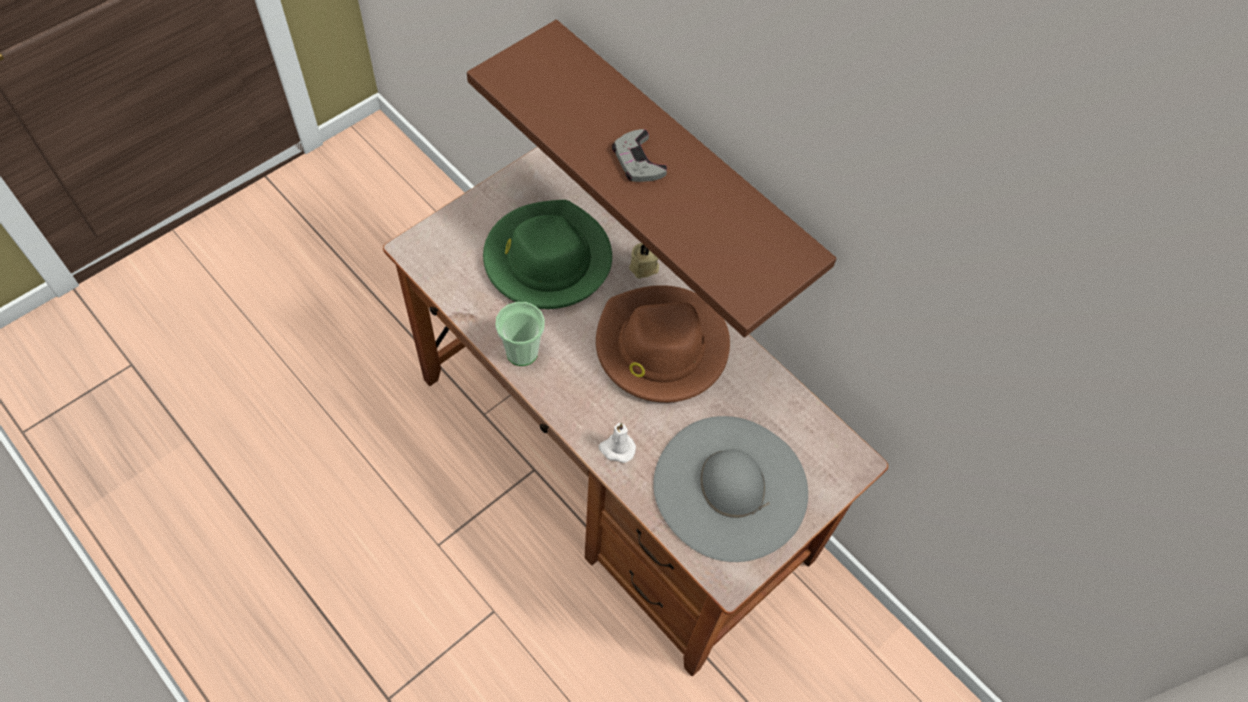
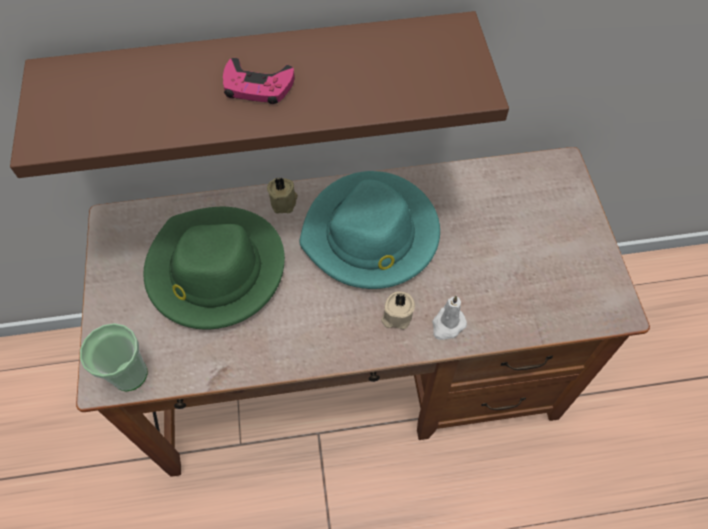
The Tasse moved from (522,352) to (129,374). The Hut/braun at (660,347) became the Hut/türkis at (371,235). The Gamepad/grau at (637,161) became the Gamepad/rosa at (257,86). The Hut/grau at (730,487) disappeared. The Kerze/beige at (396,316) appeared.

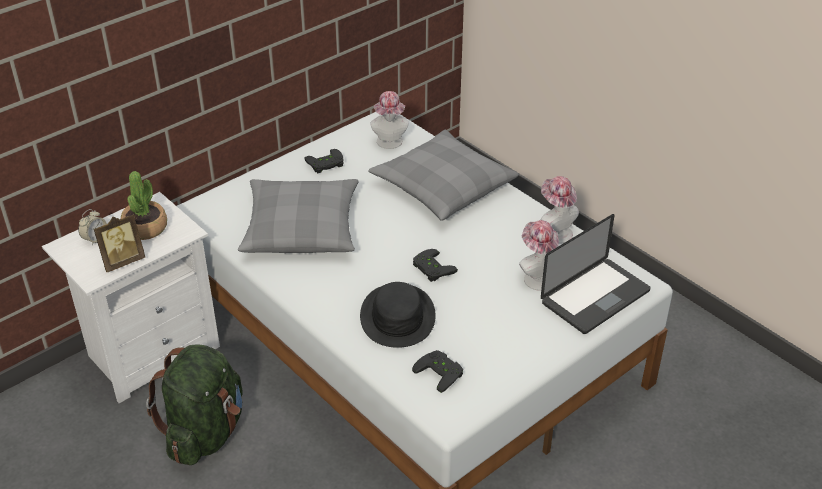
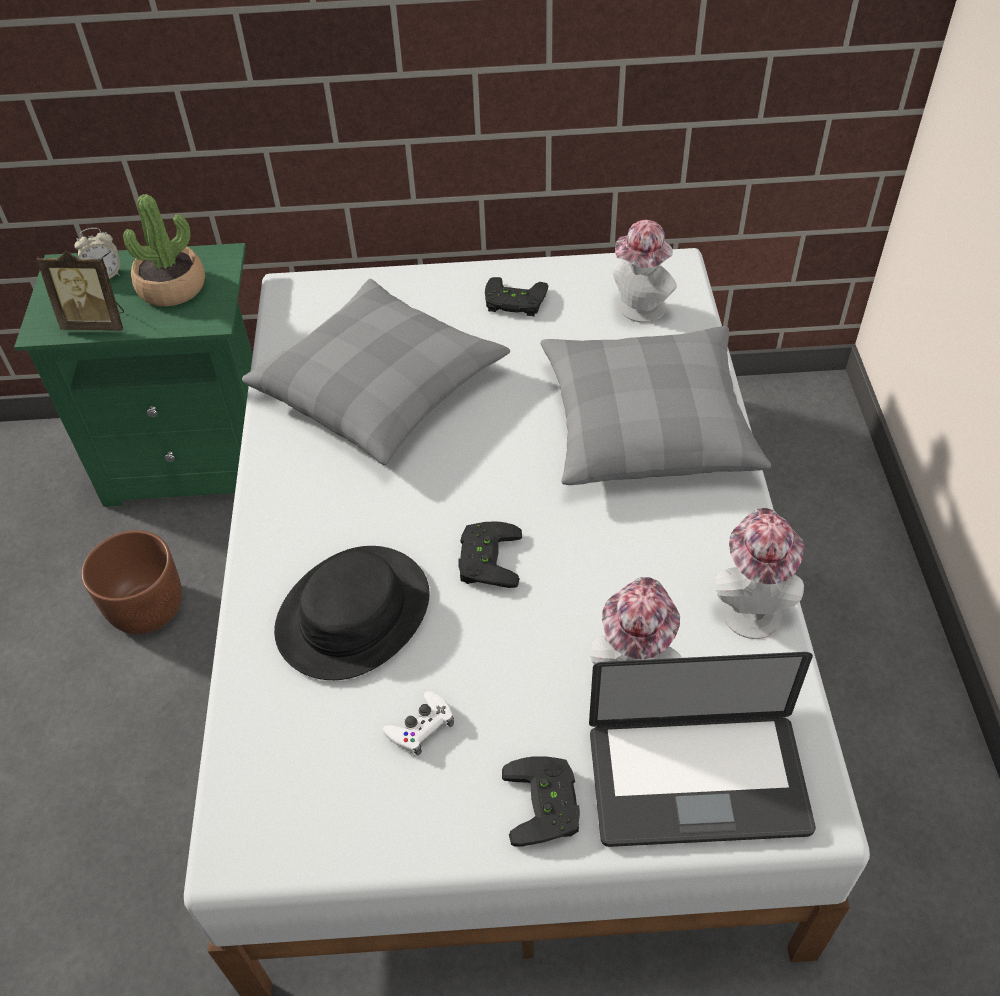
The Nachttisch/weiß at (151,352) became the Nachttisch/grün at (196,458). The Rucksack/grün at (205,432) was replaced by the Pflanzkübel/braun at (147,607). The Gamepad/schwarz moved from (441,372) to (547,804). The Gamepad/weiß at (421,727) appeared.

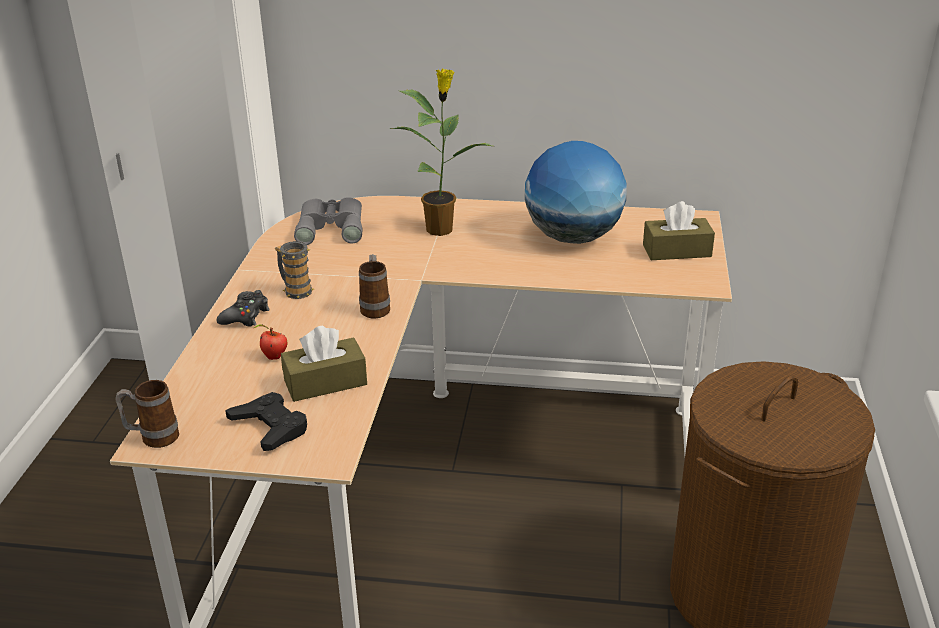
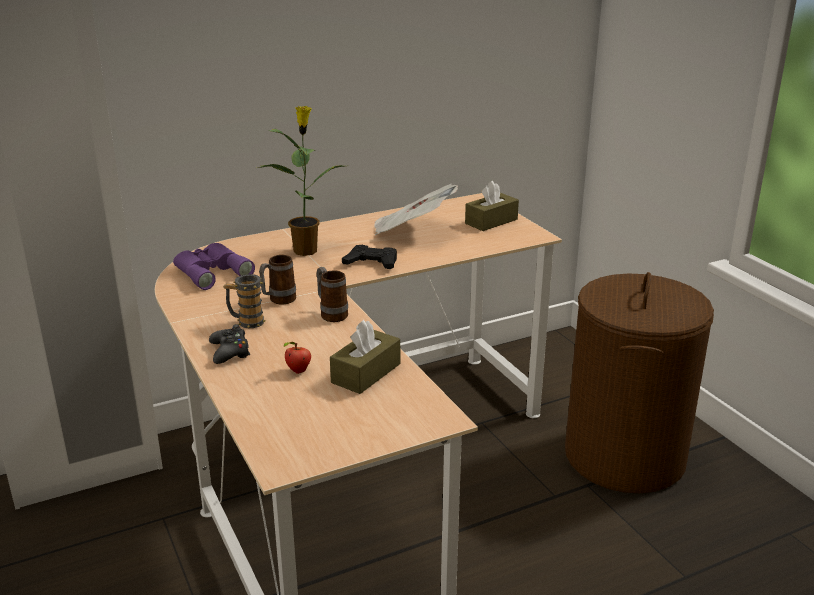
The Henkelbecher moved from (153,438) to (278,301). The Gamepad/schwarz moved from (270,427) to (371,263). The Fernglas/grau at (331,226) became the Fernglas/lila at (211,271). The Globus at (573,238) was replaced by the Zeitung at (412,231).

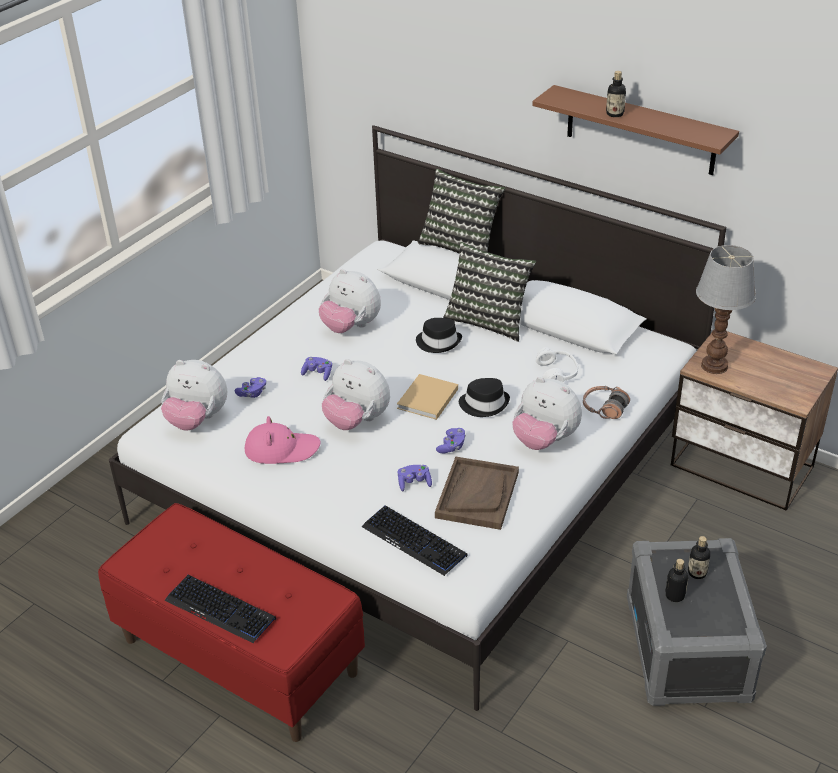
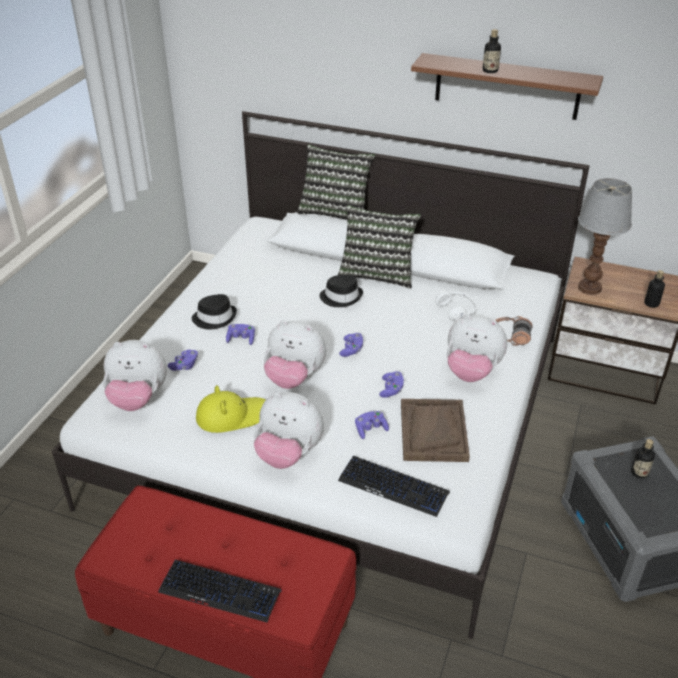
The Hut/rosa at (281,449) became the Hut/gelb at (232,415). The Plüschtier moved from (351,327) to (288,454). The Buch/beige at (427,400) was replaced by the Gamepad/lila at (351,350). The Hut/schwarz moved from (484,404) to (215,318). The Flasche moved from (675,595) to (651,304).

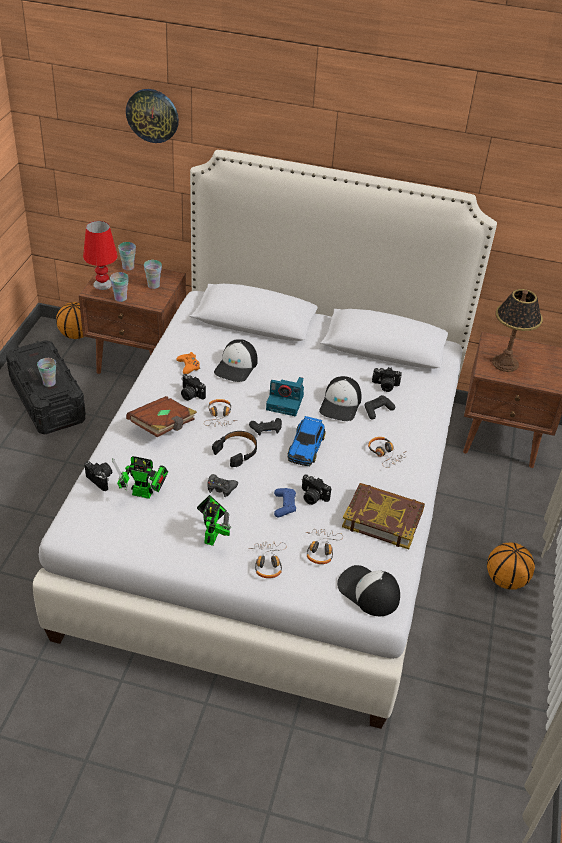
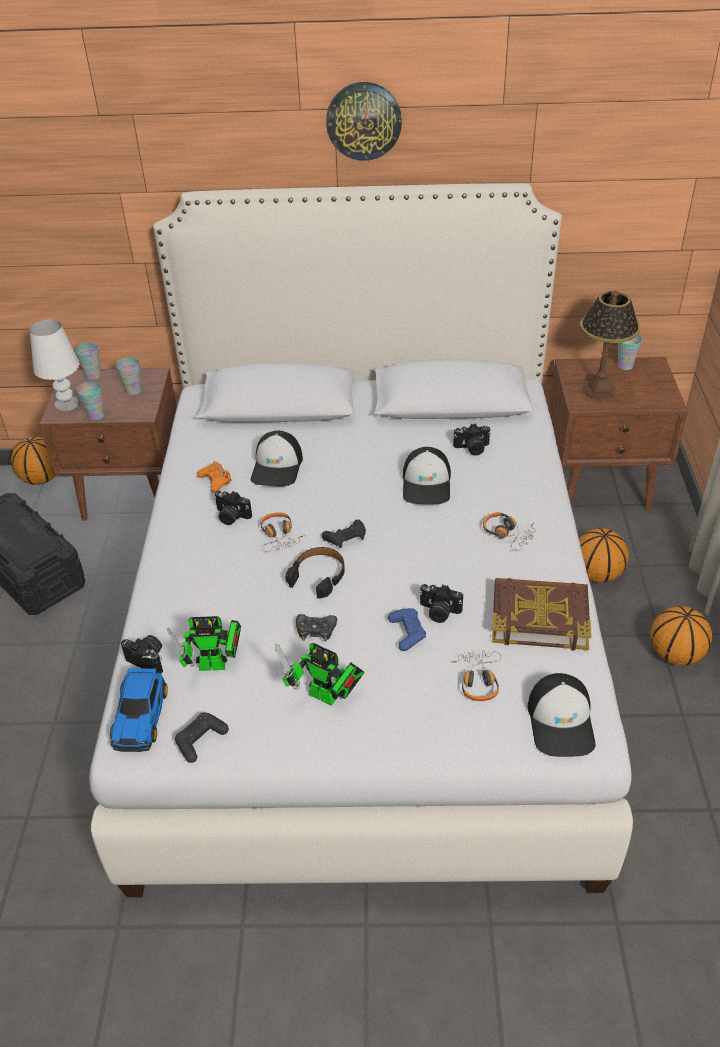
The Tasse moved from (49,383) to (625,366). The Tischlampe/rot at (102,284) became the Tischlampe/weiß at (66,403). The Wanduhr moved from (152,115) to (363,121). The Buch/braun at (163,426) disappeared. The Spielzeugroboter at (212,535) turned 120 degrees clockwise. The Kopfhörer at (268,562) disappeared. The Kamera at (286,402) disappeared. The Spielzeugauto moved from (306,446) to (141,715). The Kappe at (368,592) turned 120 degrees counterclockwise. The Gamepad/schwarz moved from (377,410) to (201,740). The Basketball at (597,574) appeared.

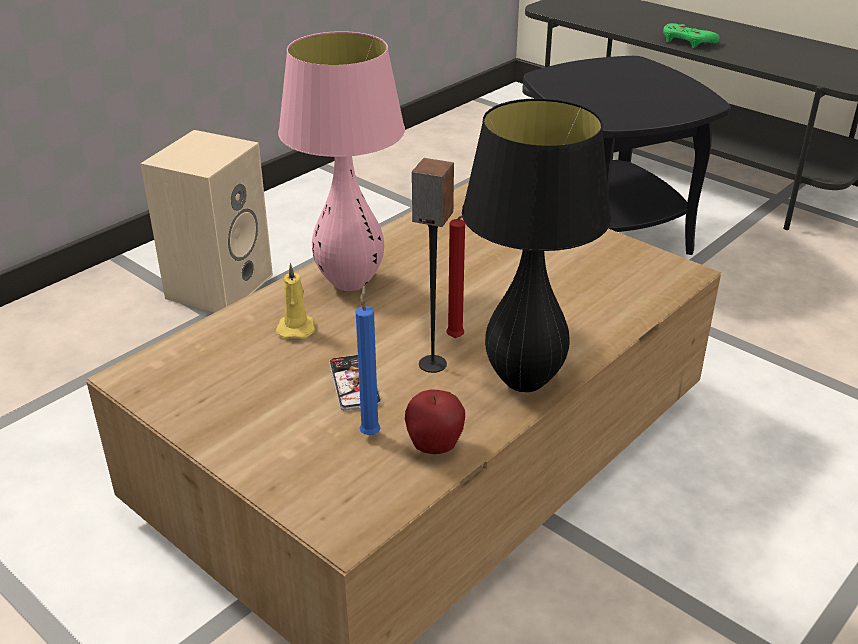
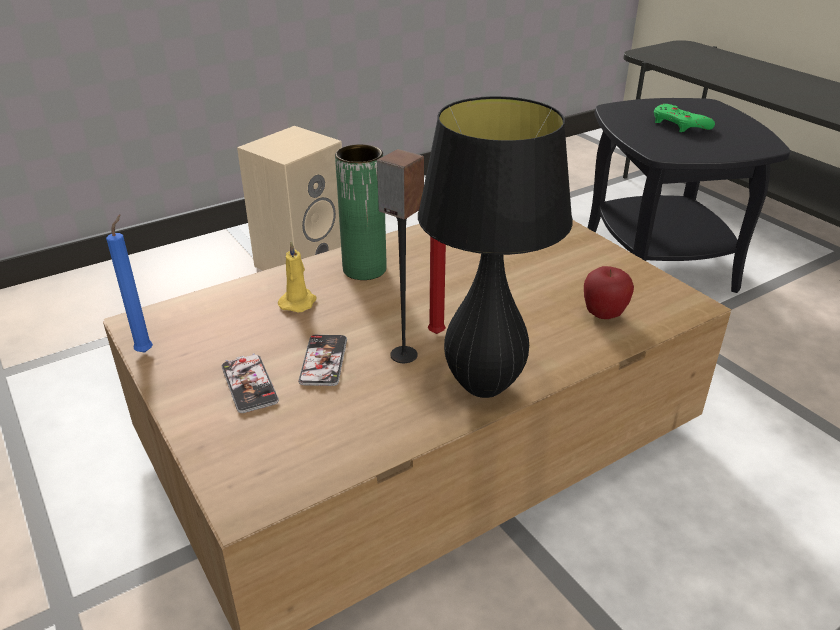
The Tischlampe/rosa at (349,283) was replaced by the Vase/grün at (364,269). The Kerze/blau moved from (370,432) to (146,350). The Apfel moved from (434,447) to (603,315). The Gamepad/grün moved from (687,41) to (679,124). The Handy at (249,384) appeared.

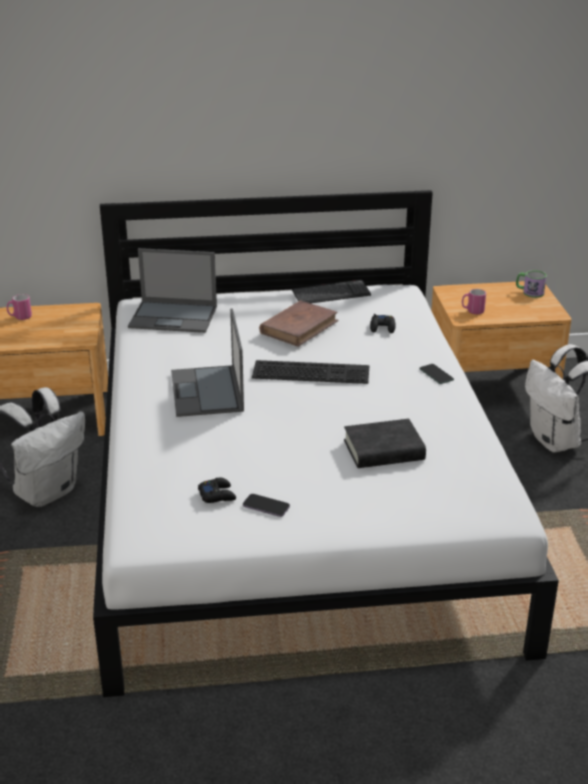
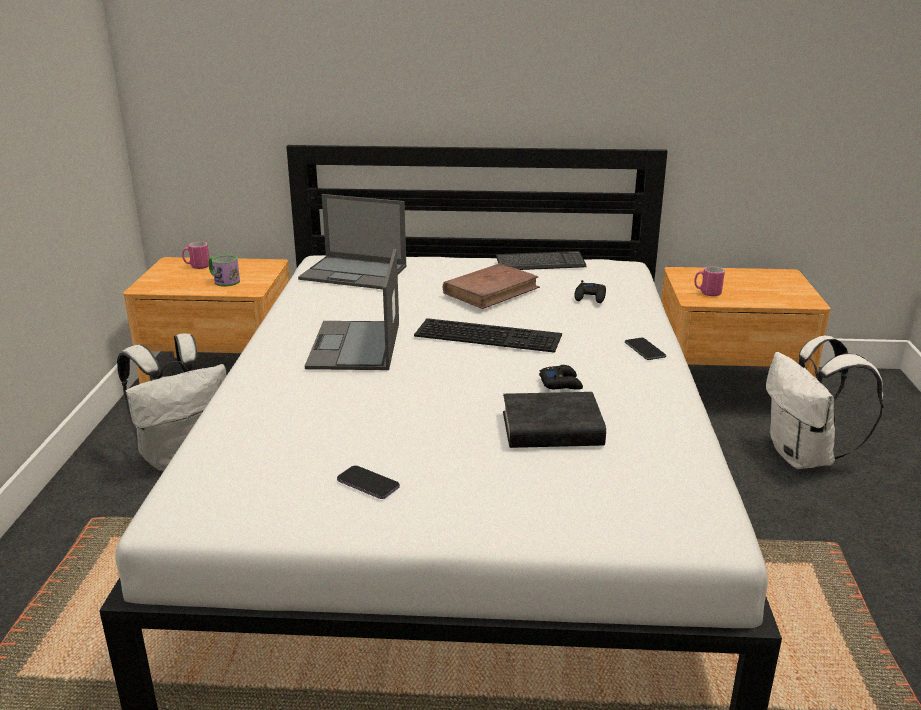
The Gamepad/schwarz moved from (217,495) to (561,383). The Henkelbecher moved from (529,292) to (223,281).

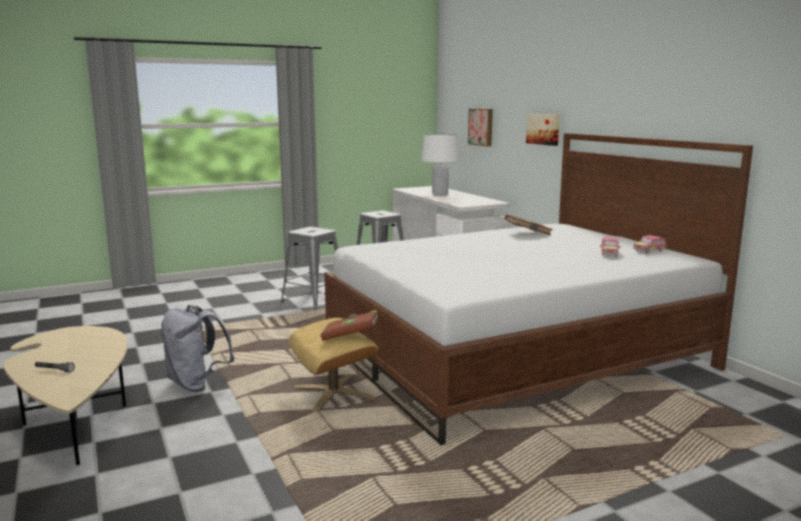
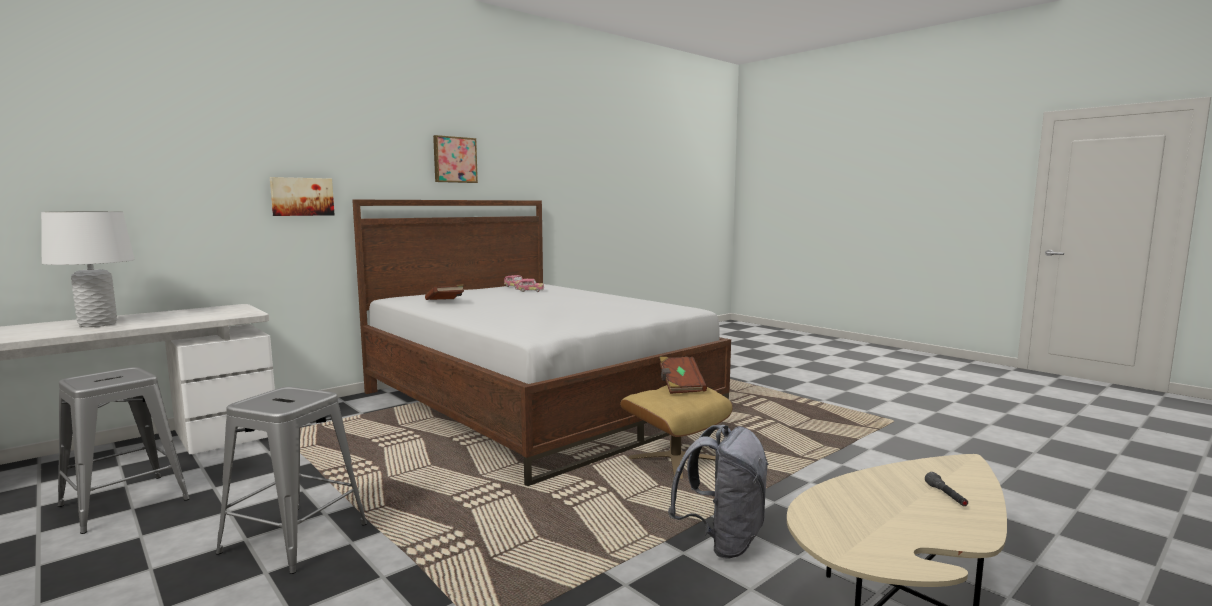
The Bild moved from (481,127) to (454,160).

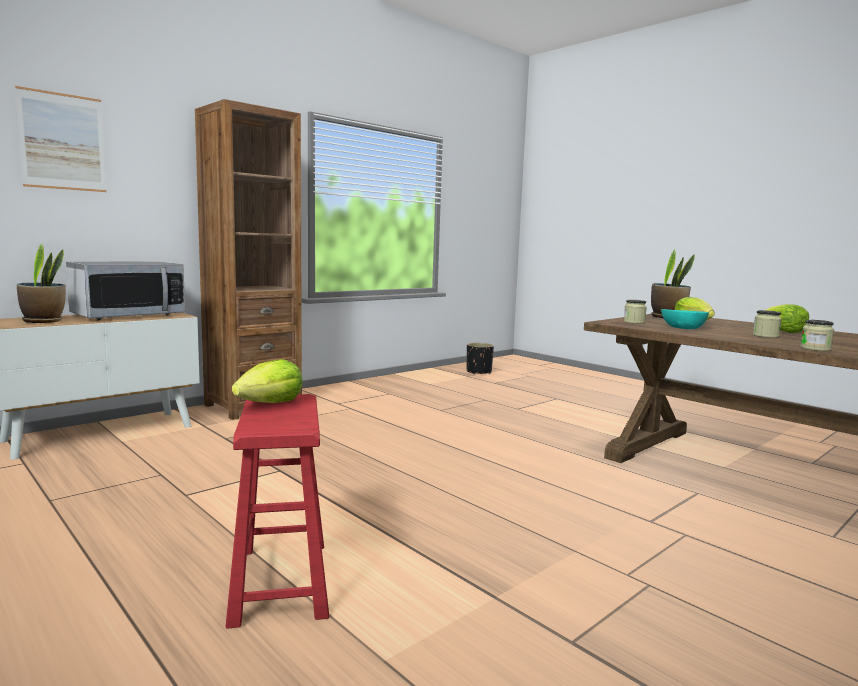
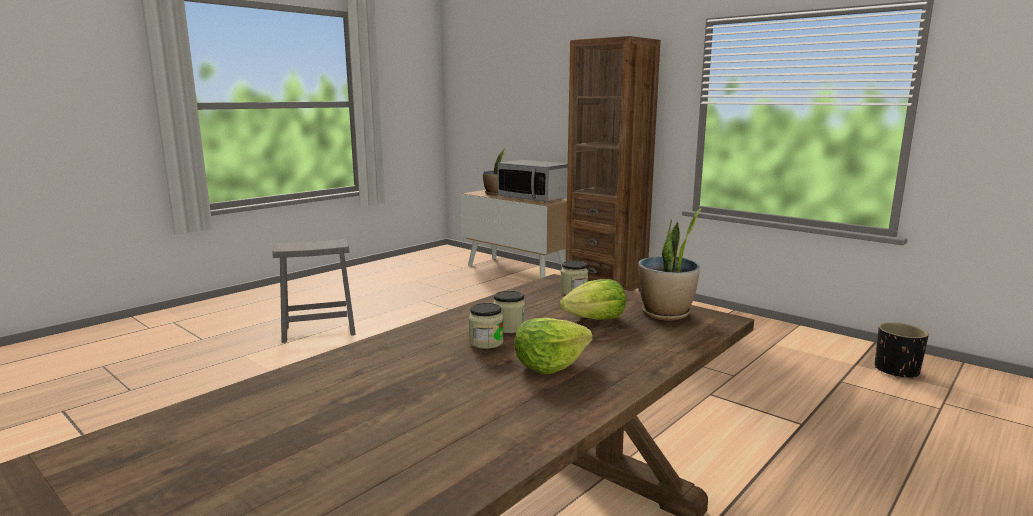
The Bild at (63,141) disappeared. The Hocker/rot at (280,582) became the Hocker/grau at (319,331). The Salatkopf at (270,404) disappeared. The Schüssel/türkis at (683,328) disappeared. The Vorratsglas moved from (815,349) to (509,327).

